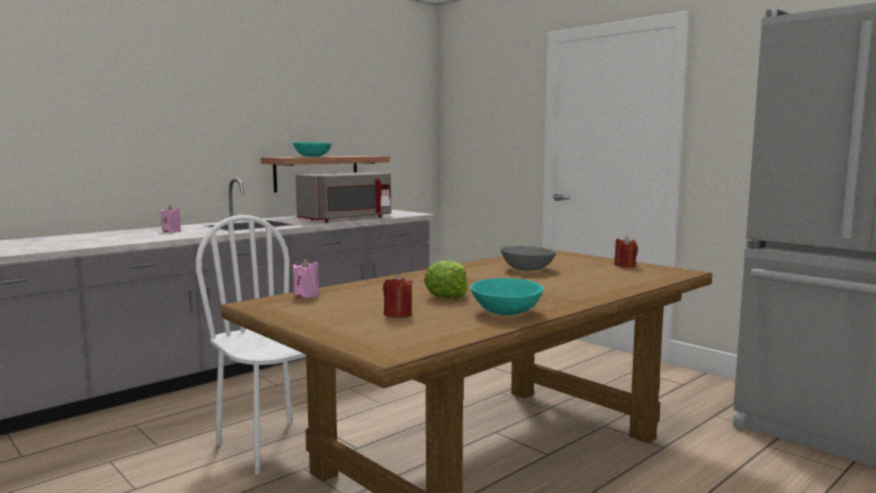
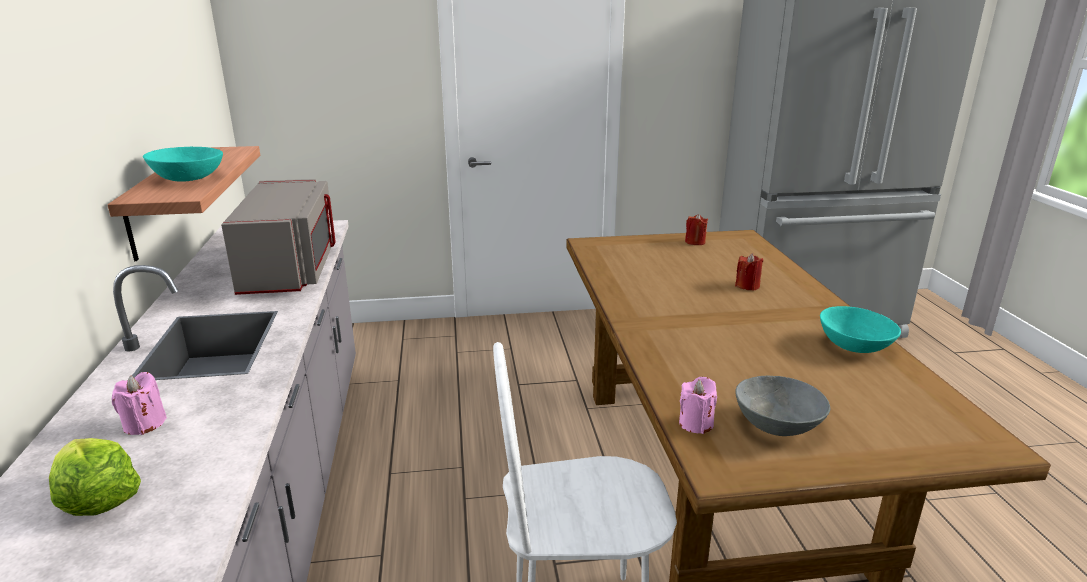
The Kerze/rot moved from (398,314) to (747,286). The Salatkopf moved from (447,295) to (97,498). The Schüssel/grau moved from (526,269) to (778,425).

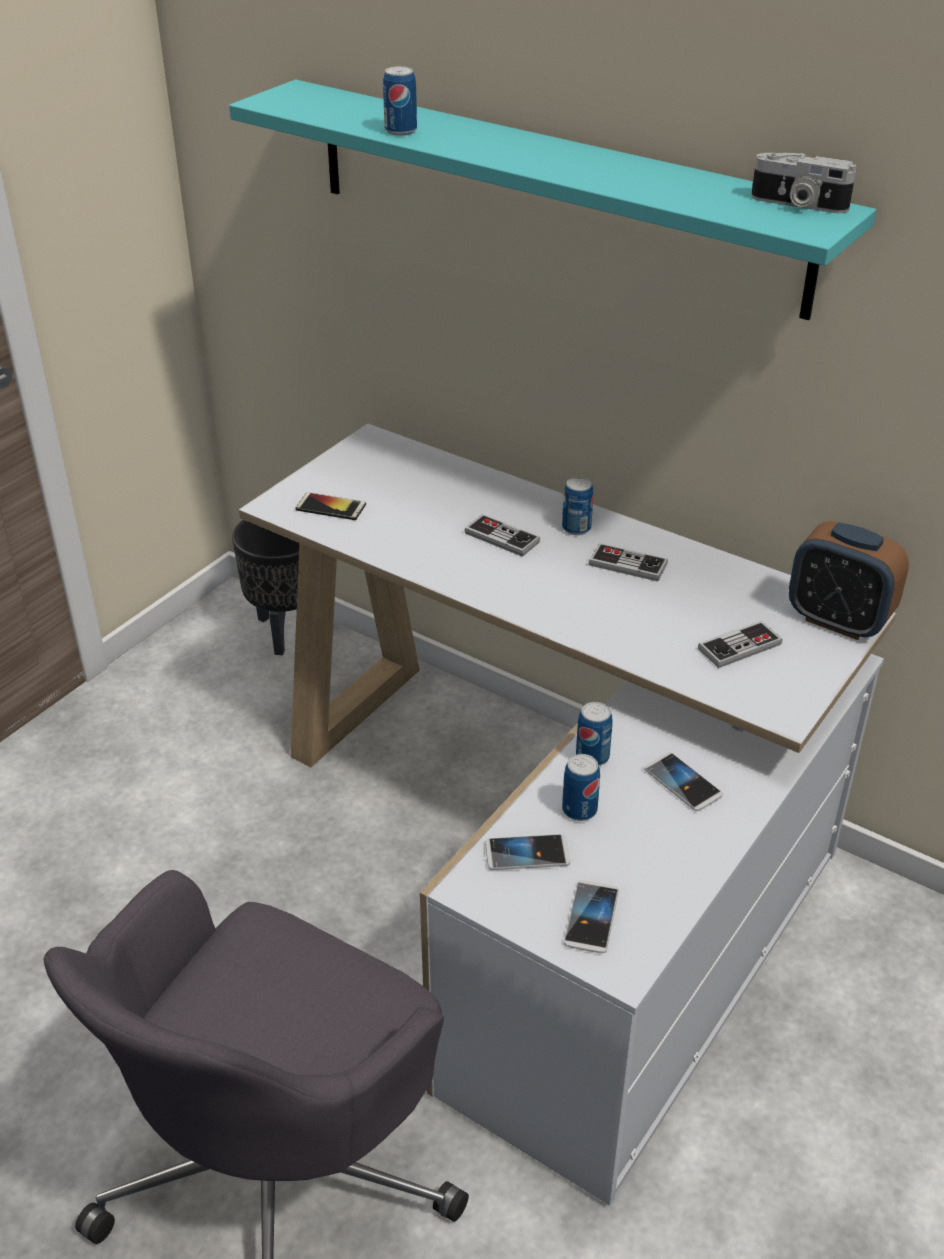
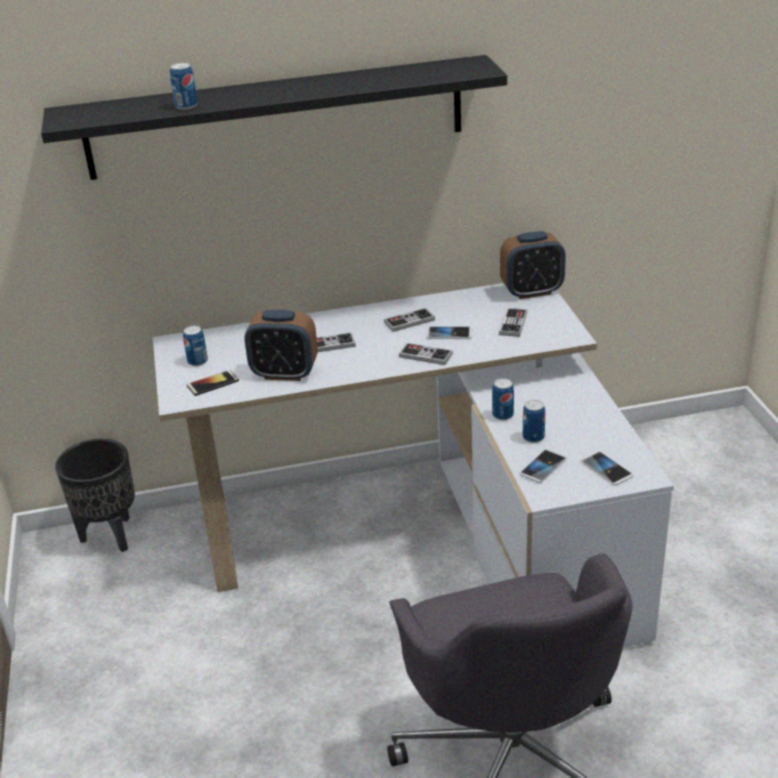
The Wandregal/türkis at (551,194) became the Wandregal/schwarz at (276,118). The Dose moved from (576,528) to (197,361). The Handy moved from (682,783) to (449,334). The Kamera at (798,204) disappeared. The Wecker at (284,373) appeared. The Gamepad at (425,355) appeared.

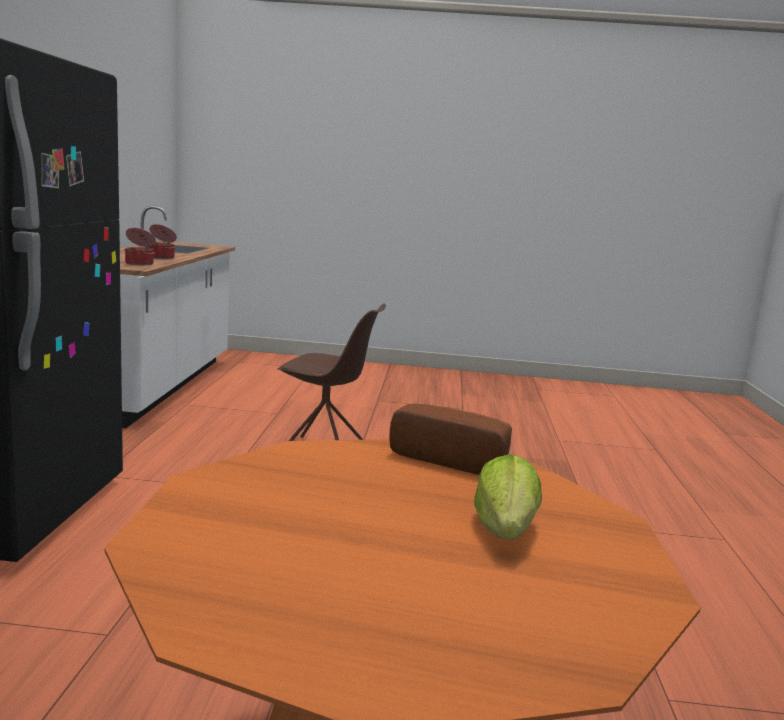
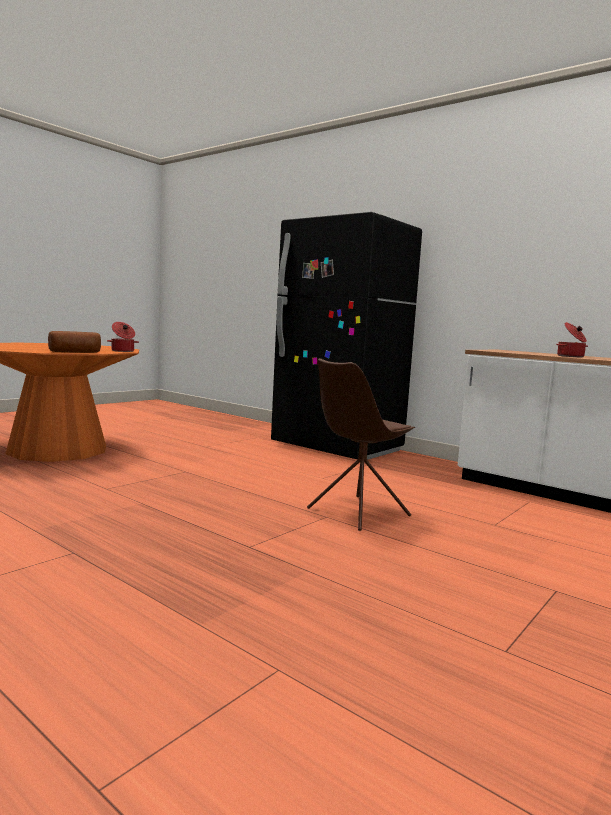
The Kochtopf moved from (140,264) to (123,351). The Salatkopf at (505,530) disappeared.

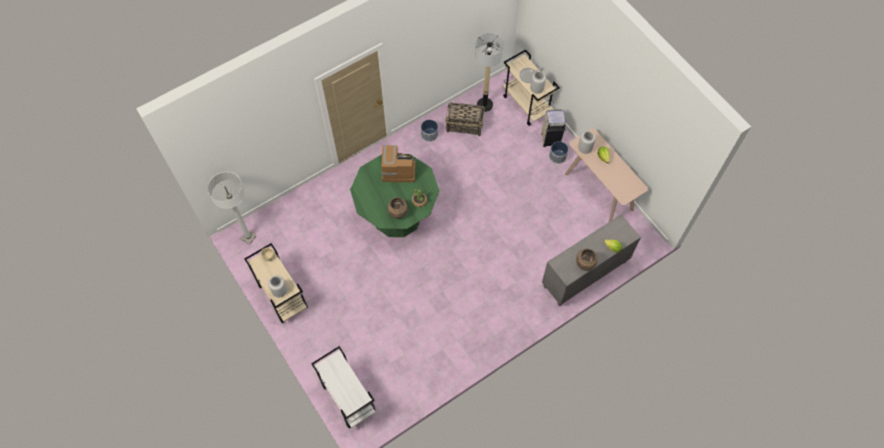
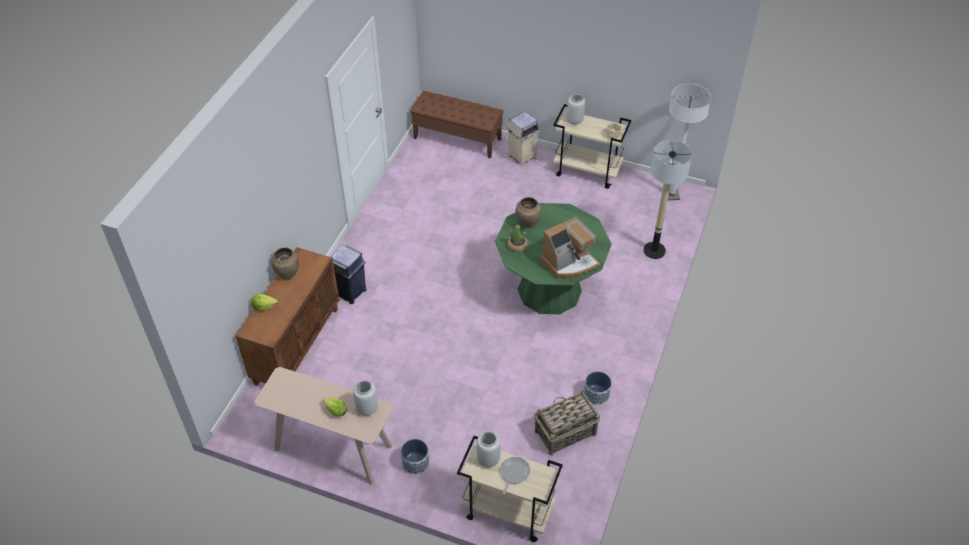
The Rollwagen/weiß at (348,398) was replaced by the Bank/braun at (457,139). The Stehlampe moved from (484,104) to (654,251). The Mülleimer/beige moved from (551,139) to (522,157). The Schrank/grau at (584,275) became the Schrank/braun at (296,345). The Mülleimer/blau at (350,292) appeared.

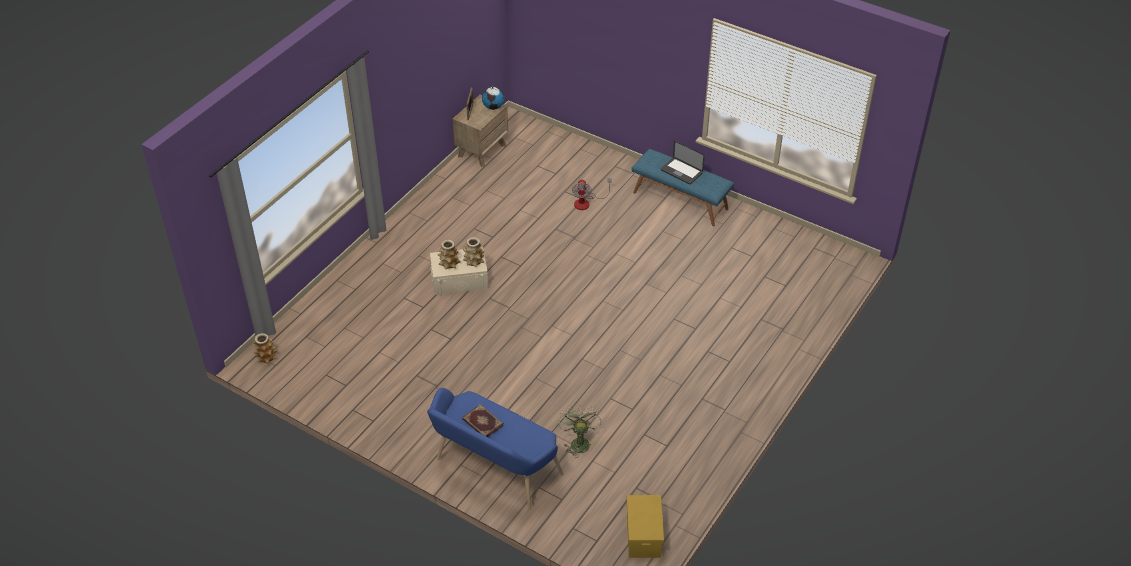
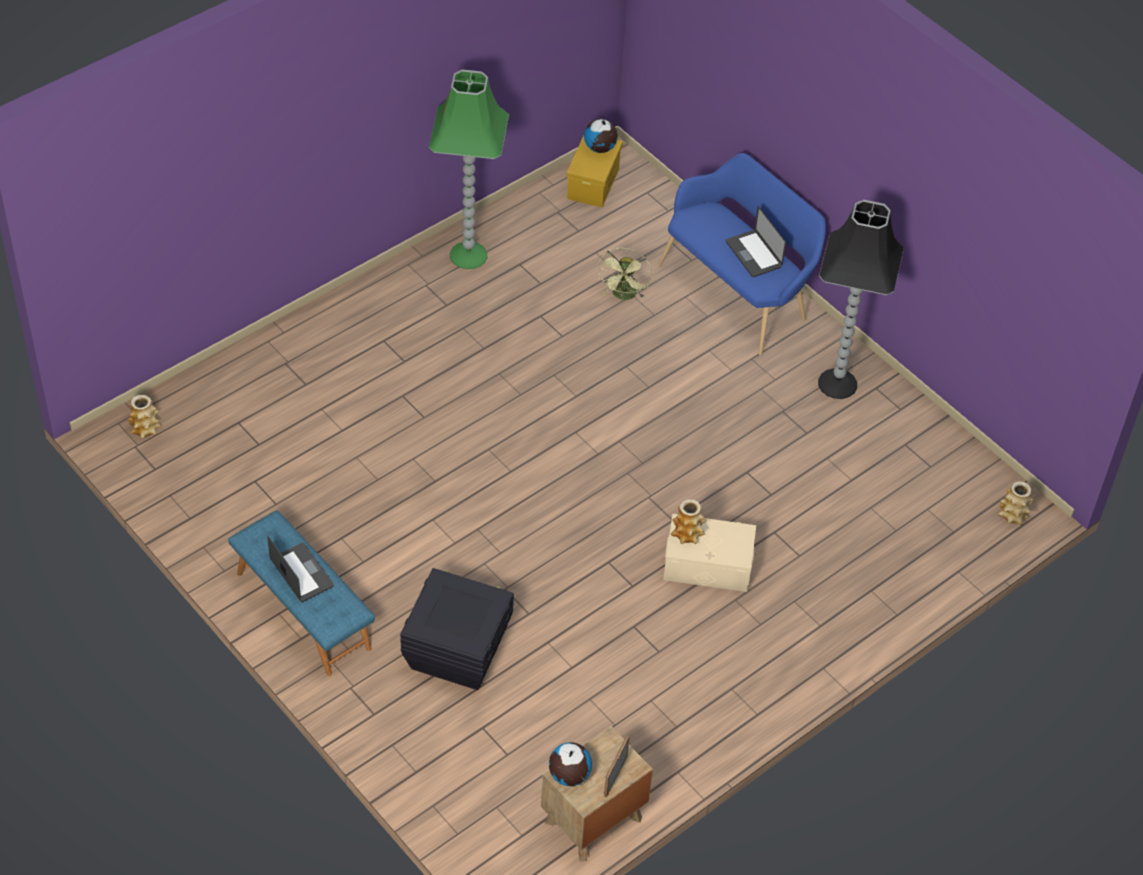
The Vase moved from (449,263) to (145,429). The Buch at (482,423) was replaced by the Laptop at (753,254). The Ventilator at (586,202) was replaced by the Aufbewahrungsbox/schwarz at (456,651). The Stehlampe/grün at (467,256) appeared. The Globus at (600,148) appeared. The Stehlampe/schwarz at (837,383) appeared.

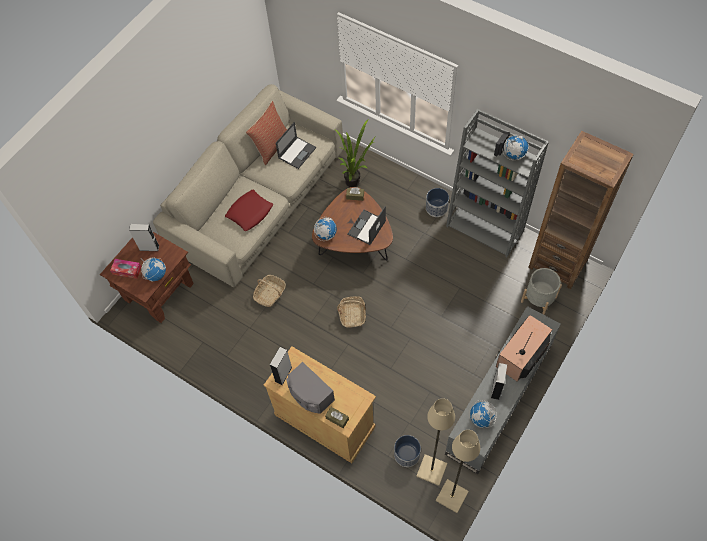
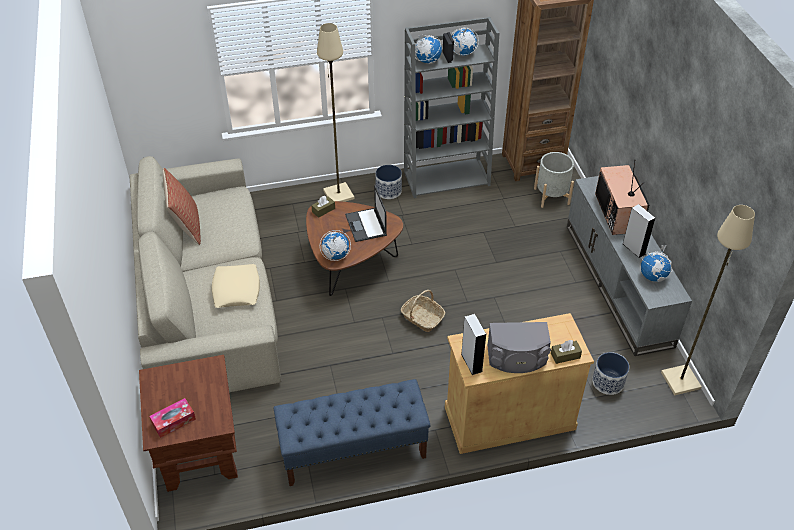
The Lautsprecher/grau at (149,247) disappeared. The Globus moved from (156,274) to (427,61). The Kissen/rot at (250,212) became the Kissen/beige at (236,289). The Korb at (270,294) disappeared. The Laptop at (297,152) disappeared. The Topfpflanze at (356,181) disappeared. The Stehlampe/beige moved from (431,470) to (338,195). The Bank/blau at (353,450) appeared.

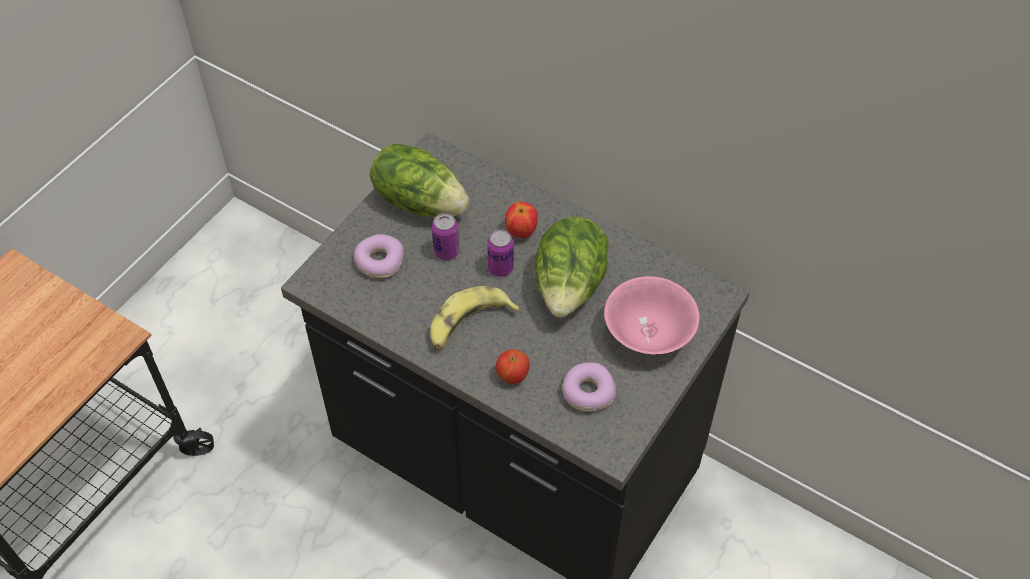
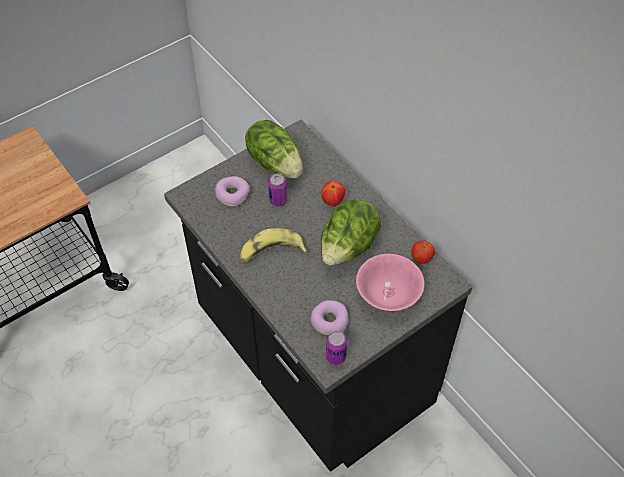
The Dose moved from (500,268) to (336,357). The Apfel moved from (513,375) to (421,258).

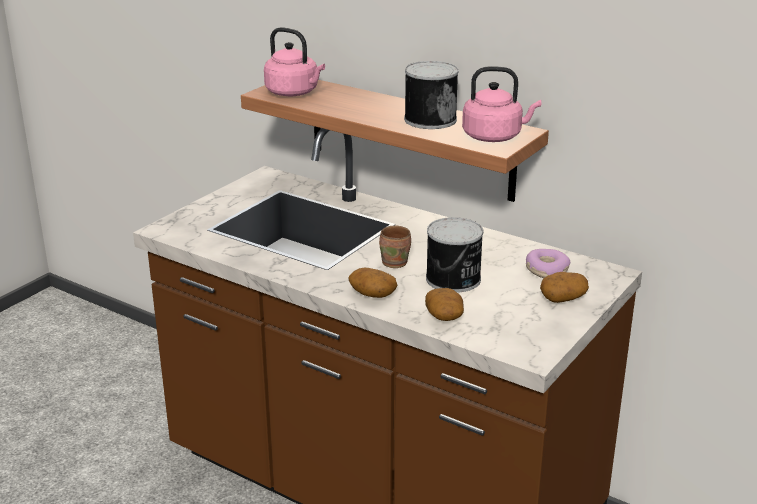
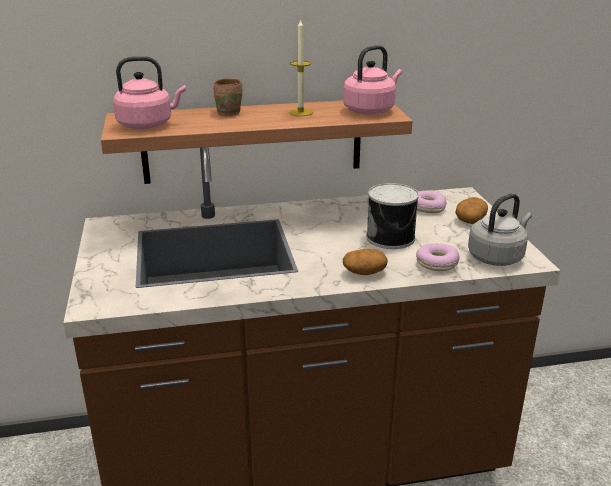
The Henkelbecher/braun moved from (396,262) to (228,112). The Dose at (429,119) was replaced by the Kerze at (300,112). The Kartoffel at (445,316) was replaced by the Donut at (437,263). The Wasserkessel/grau at (497,256) appeared.

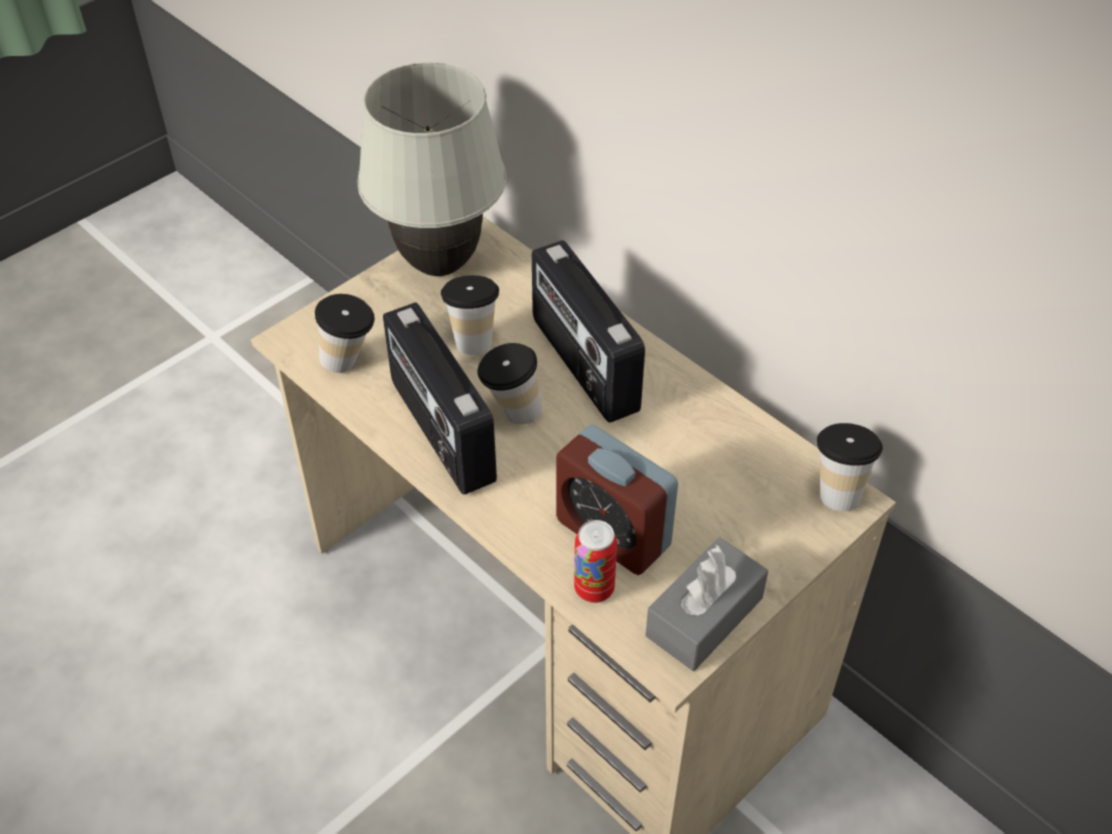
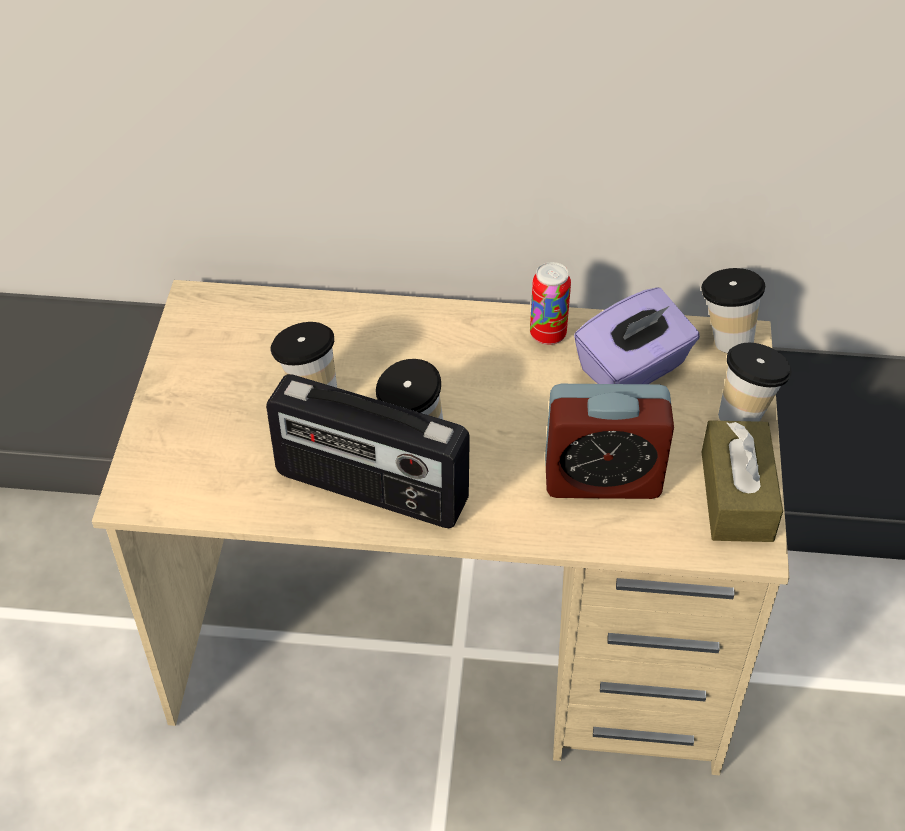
The Tasse moved from (350,362) to (745,414). The Tischlampe/weiß at (440,265) disappeared. The Radio at (582,365) disappeared. The Dose moved from (594,589) to (547,335). The Taschentuchbox/grau at (704,617) became the Taschentuchbox/braun at (736,496). The Taschentuchbox/lila at (633,369) appeared.

